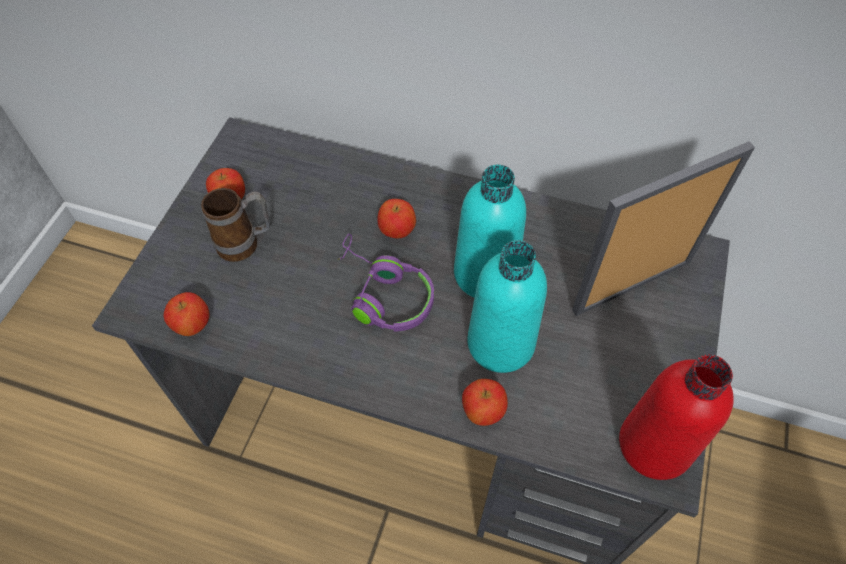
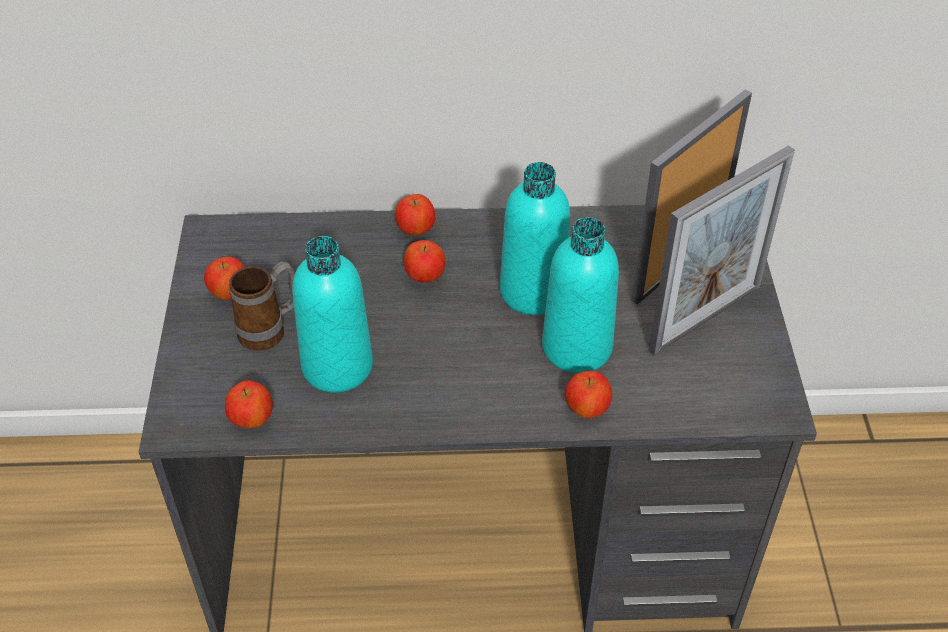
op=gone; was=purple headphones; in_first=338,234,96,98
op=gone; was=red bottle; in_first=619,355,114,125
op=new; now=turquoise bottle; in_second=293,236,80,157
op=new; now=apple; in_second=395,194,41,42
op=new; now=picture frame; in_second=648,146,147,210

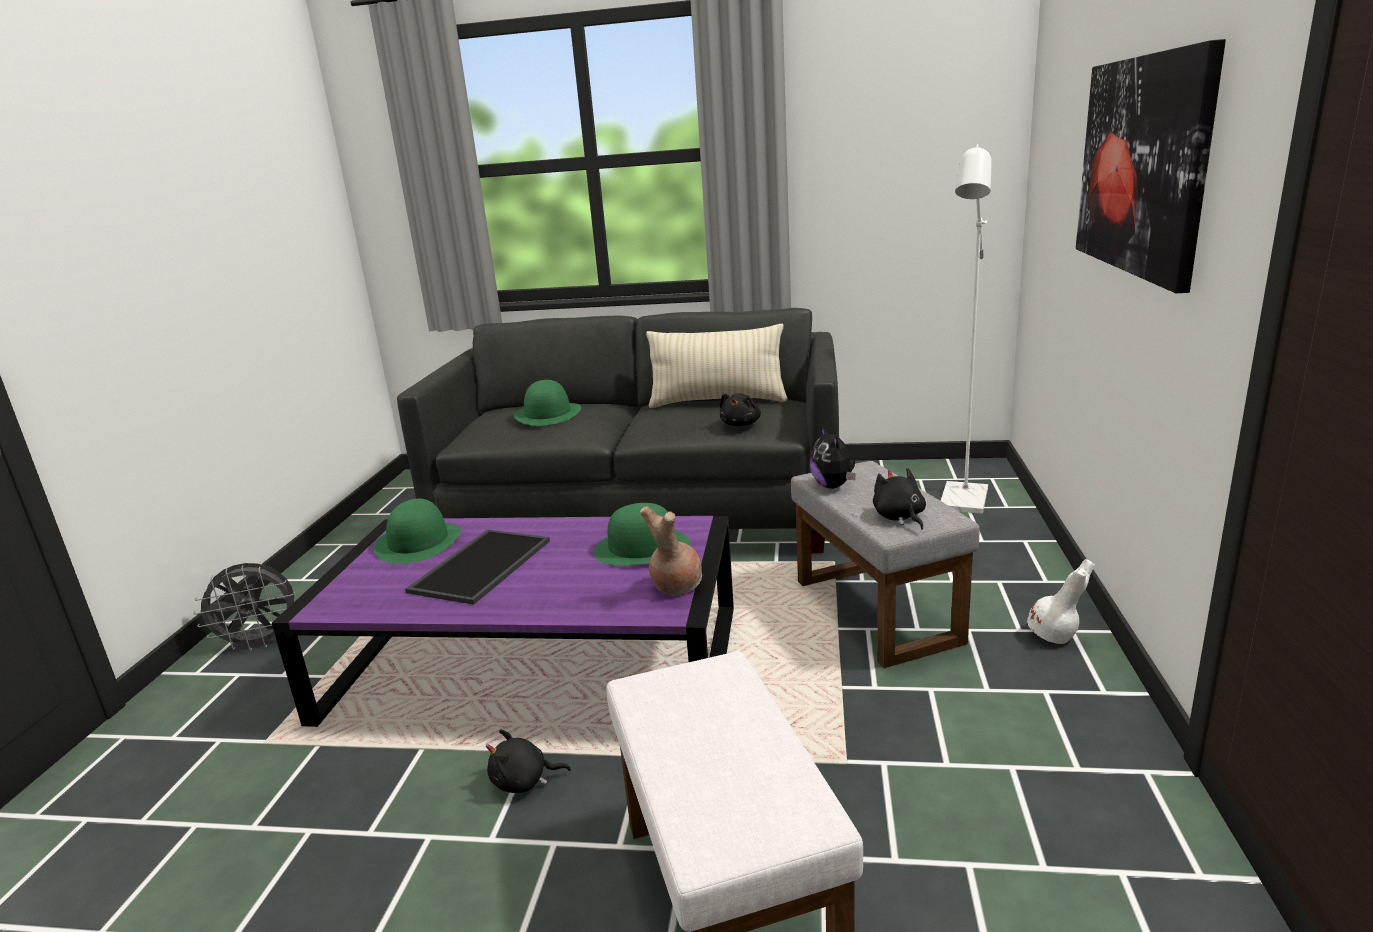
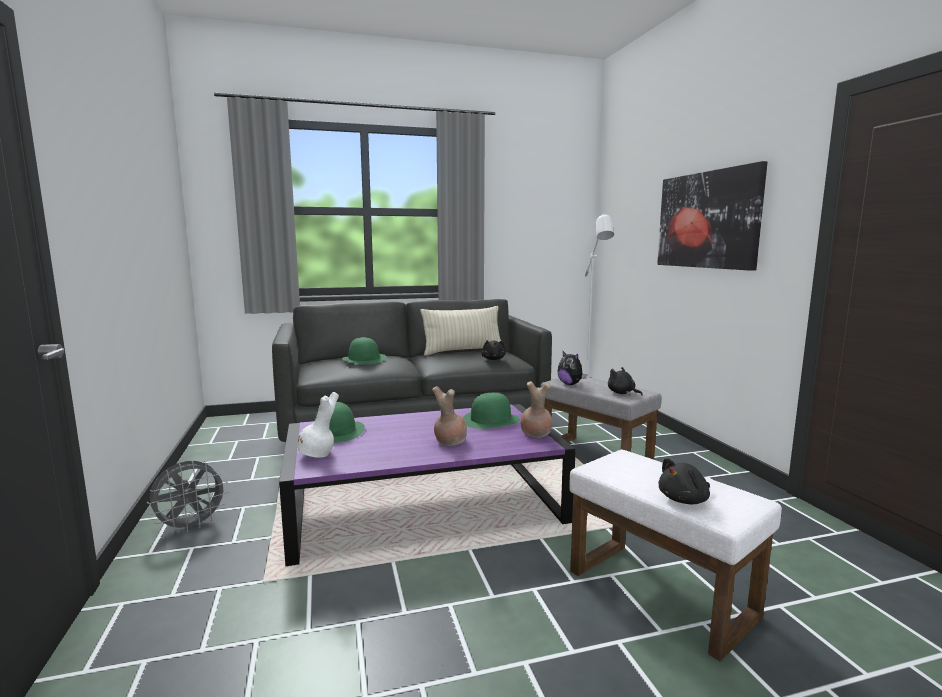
op=gone; was=tray; in_first=405,529,145,76
op=shifted; was=black plush toy; in_first=486,729,85,64; in_second=659,458,51,46
op=shifted; was=white vase; in_first=1027,559,68,85; in_second=297,392,42,66
op=new; now=brown vase; in_second=432,386,35,60

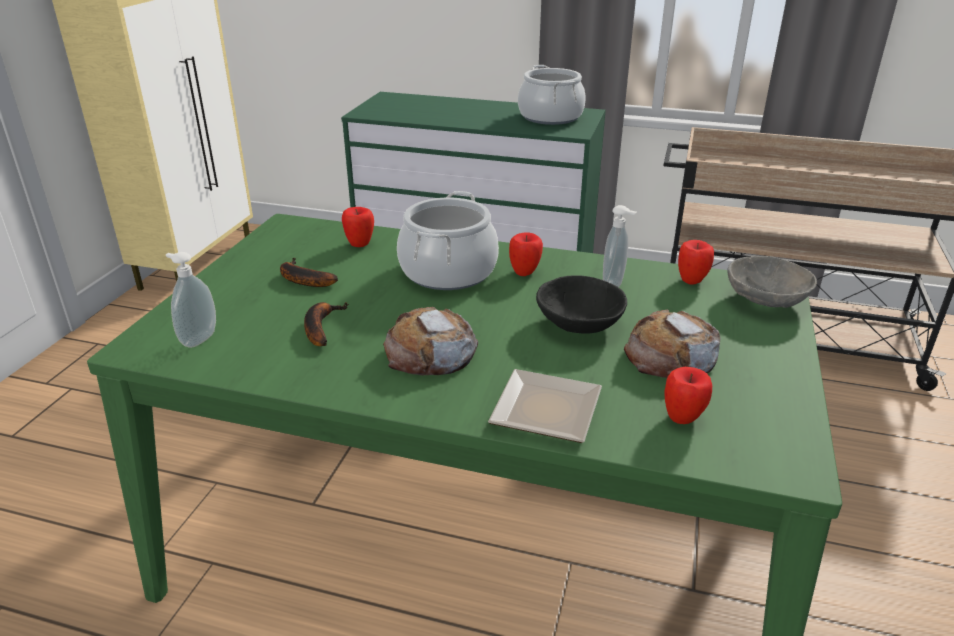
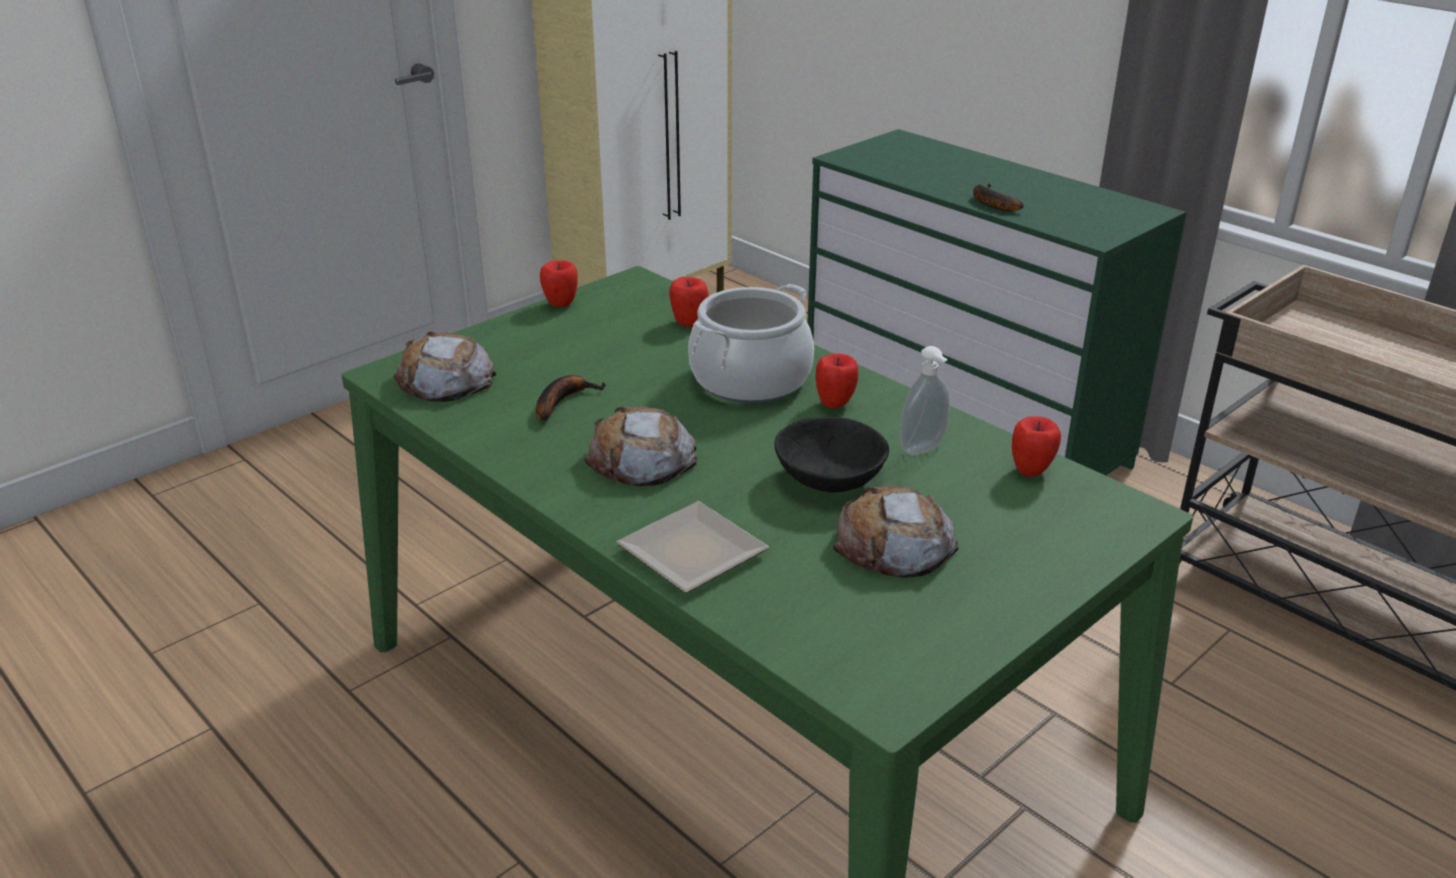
op=swapped; was=soap dispenser; now=bread; in_first=166,252,50,96; in_second=394,332,102,70
op=shifted; was=banana; in_first=280,258,58,29; in_second=973,184,50,27
op=gone; was=cooking pot; in_first=518,65,68,60
op=shifted; was=apple; in_first=664,367,48,57; in_second=540,260,38,47
op=gone; was=grey bowl; in_first=727,256,90,52

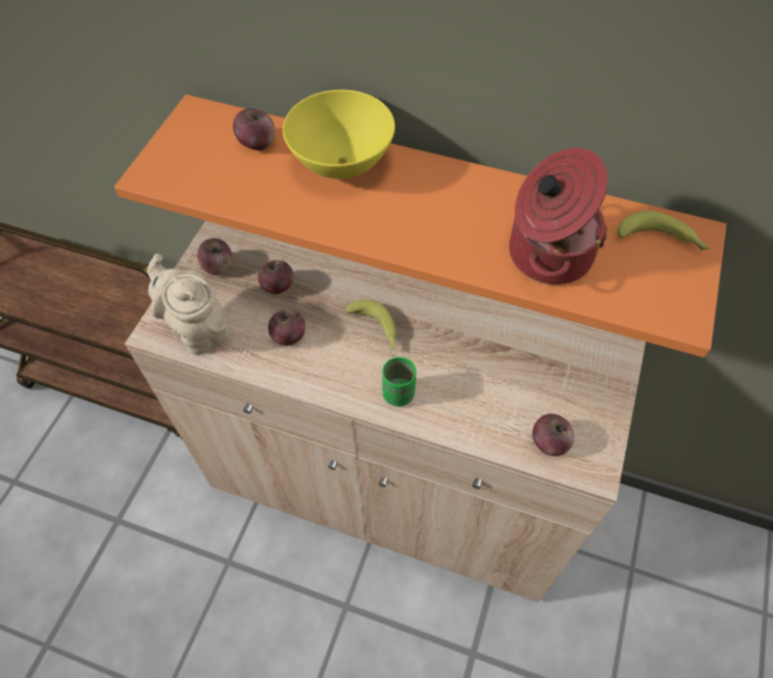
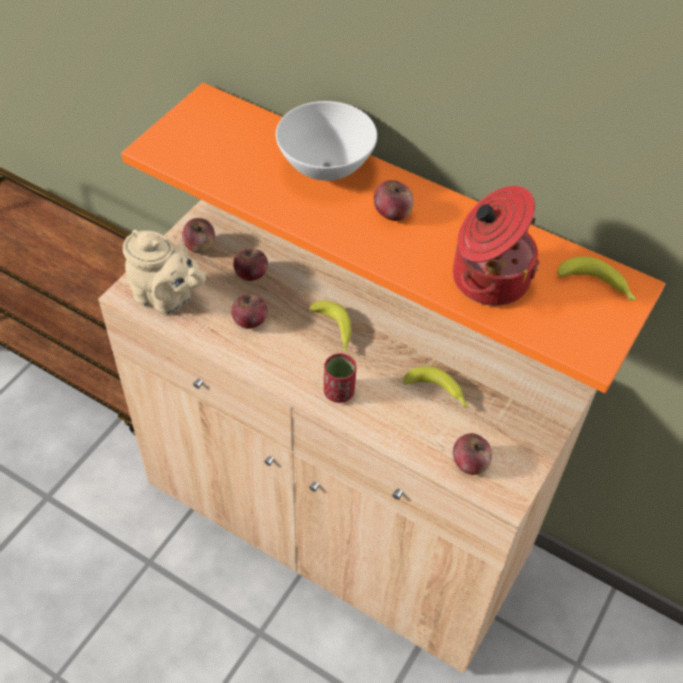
op=rotated; was=beige teapot; in_first=147,254,82,101; in_second=123,230,83,84; clockwise=150
op=shifted; was=apple; in_first=233,108,42,42; in_second=374,180,40,41
op=repainted; was=yellow bowl; now=white bowl; in_first=283,90,112,89; in_second=276,101,101,80
op=repainted; was=green cup; now=red cup; in_first=382,357,34,50; in_second=324,353,32,50
op=new; now=banana; in_second=403,366,66,42

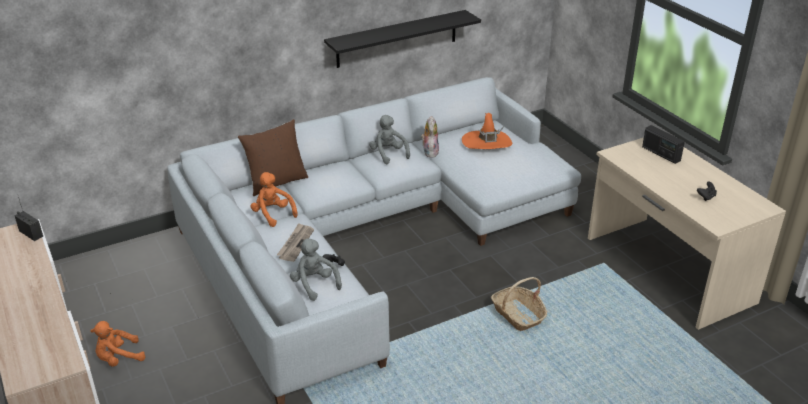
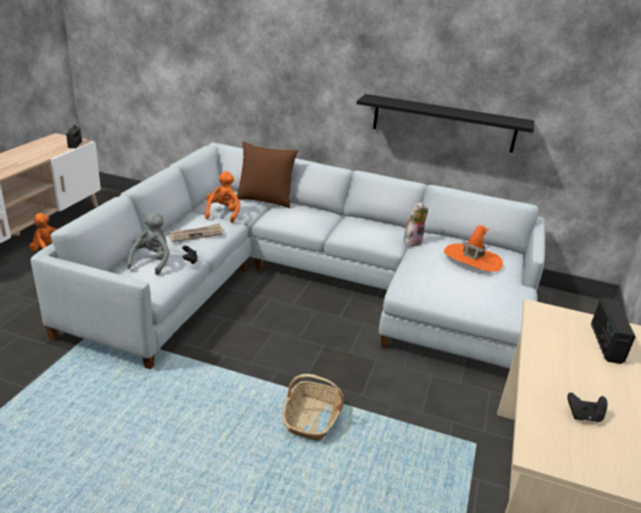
op=gone; was=grey plush toy; in_first=369,115,41,49

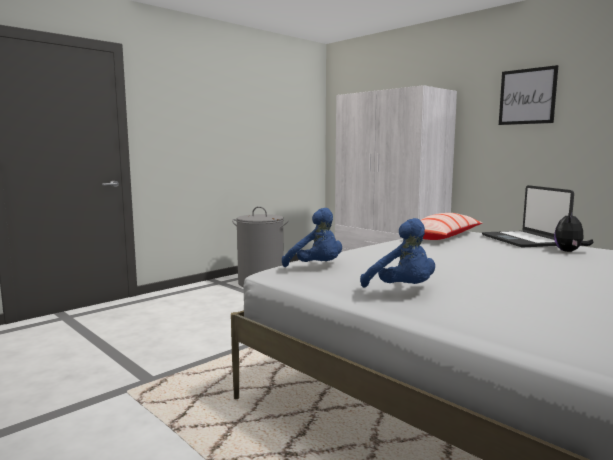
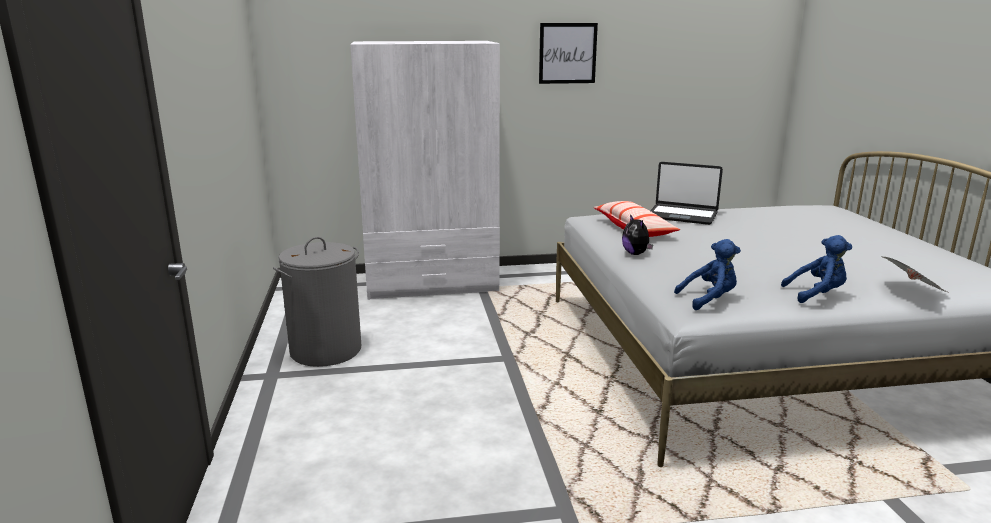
op=shifted; was=plush toy; in_first=554,212,39,40; in_second=622,214,31,41
op=new; now=newspaper; in_second=880,256,70,37

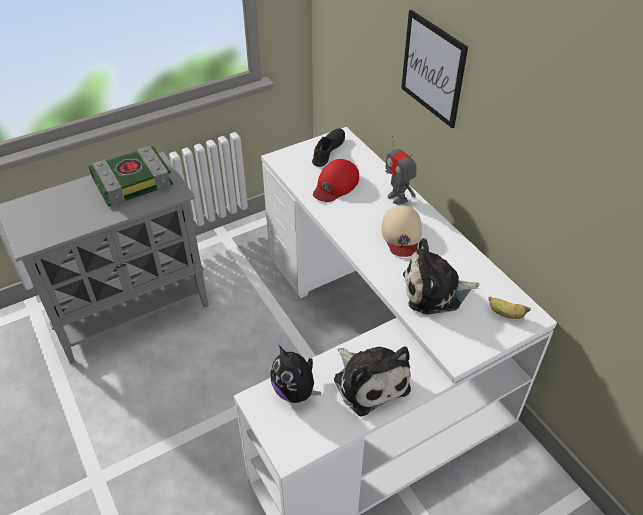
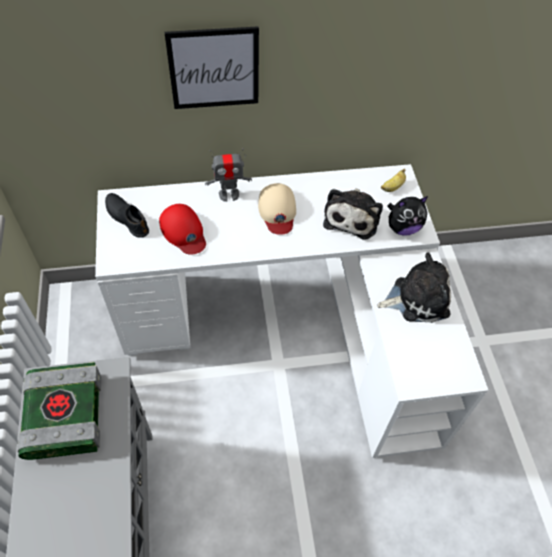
op=shifted; was=plush toy; in_first=270,345,51,58; in_second=388,196,40,40
op=rotated; was=beige cap; in_first=381,205,41,52; in_second=258,183,38,52; clockwise=60

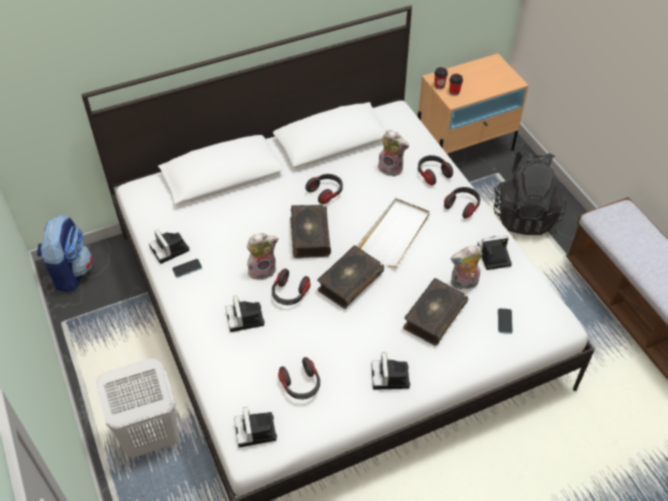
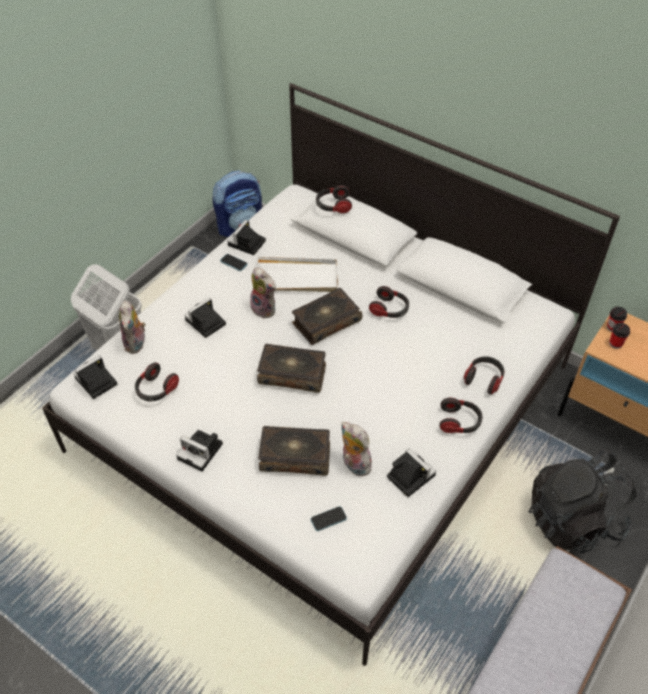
op=shifted; was=headphones; in_first=272,269,39,36; in_second=316,185,36,28
op=shifted; was=white tray; in_first=357,198,73,69; in_second=257,257,81,35
op=rotated; was=photo camera; in_first=372,352,38,38; in_second=176,430,47,42; clockwise=-120
op=shifted; was=plush toy; in_first=378,130,31,47; in_second=119,300,27,54

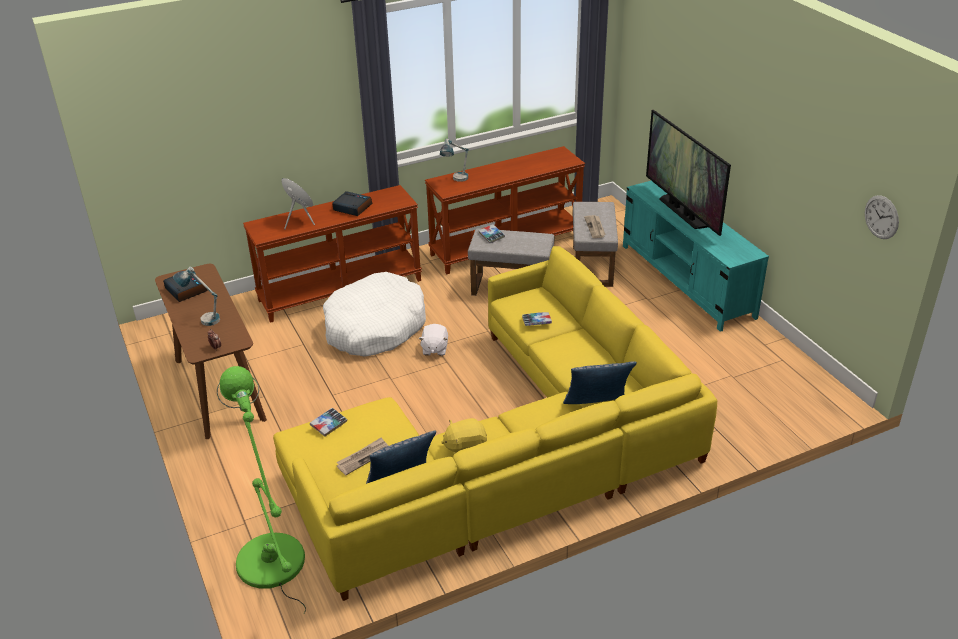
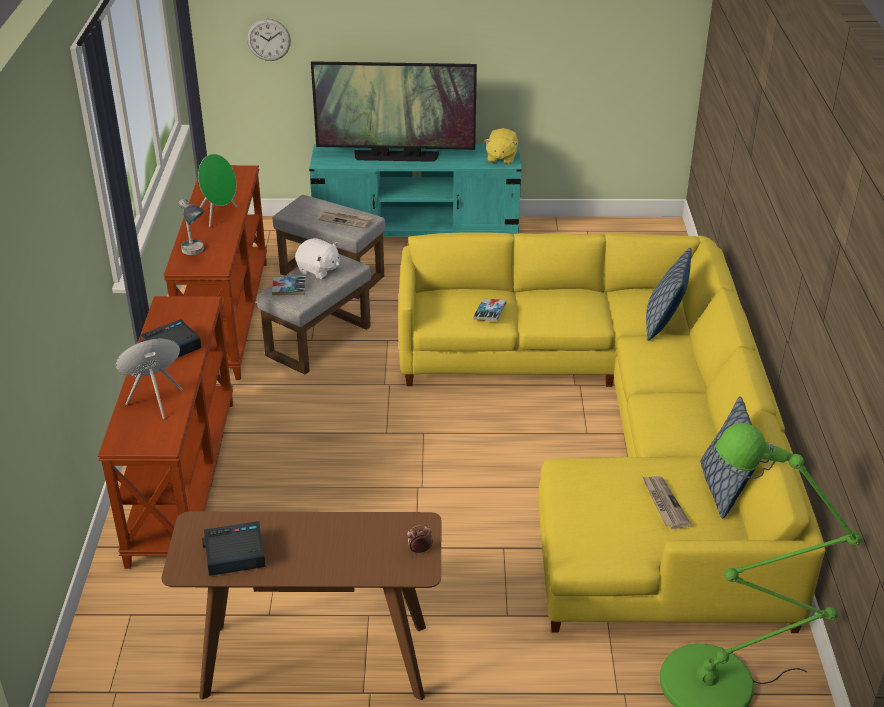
op=gone; was=table lamp; in_first=173,267,47,59
op=gone; was=book; in_first=310,408,37,29
op=gone; was=white dog bed; in_first=323,272,103,84
op=shifted; was=white plush toy; in_first=419,324,29,32; in_second=295,238,45,41
op=shifted; was=yellow plush toy; in_first=441,418,46,36; in_second=484,128,34,36
op=shifted; was=wall clock; in_first=865,195,34,44; in_second=247,18,44,43
op=new; now=green speaker; in_second=198,154,40,73

